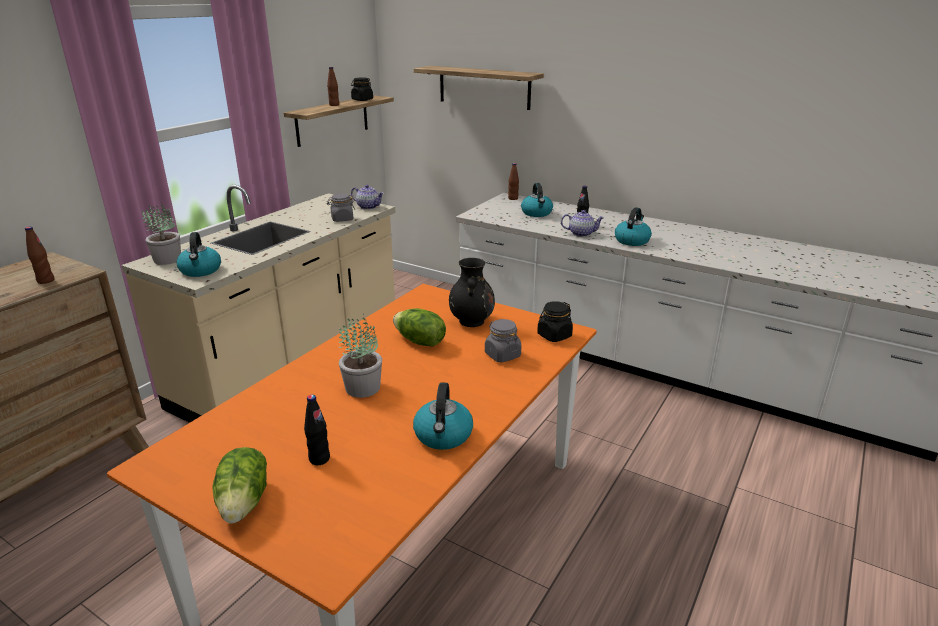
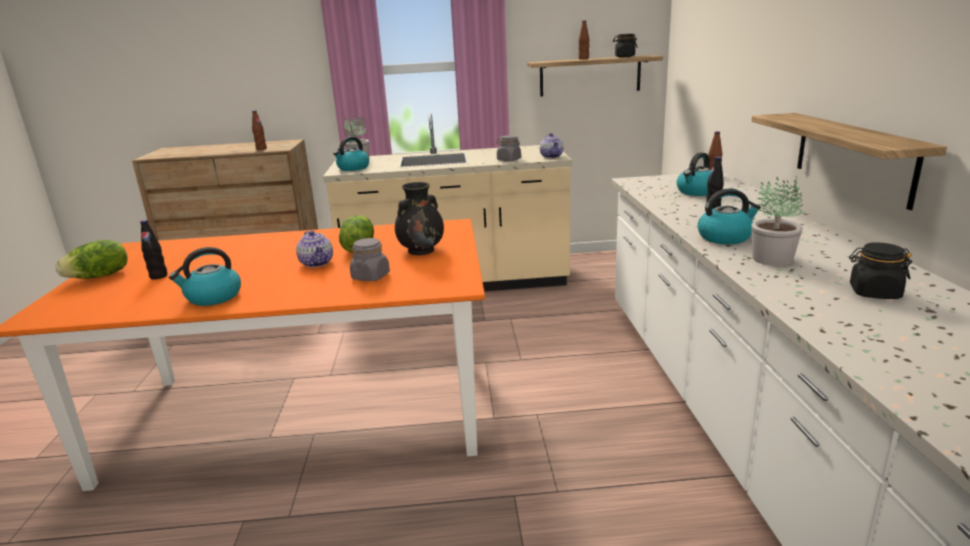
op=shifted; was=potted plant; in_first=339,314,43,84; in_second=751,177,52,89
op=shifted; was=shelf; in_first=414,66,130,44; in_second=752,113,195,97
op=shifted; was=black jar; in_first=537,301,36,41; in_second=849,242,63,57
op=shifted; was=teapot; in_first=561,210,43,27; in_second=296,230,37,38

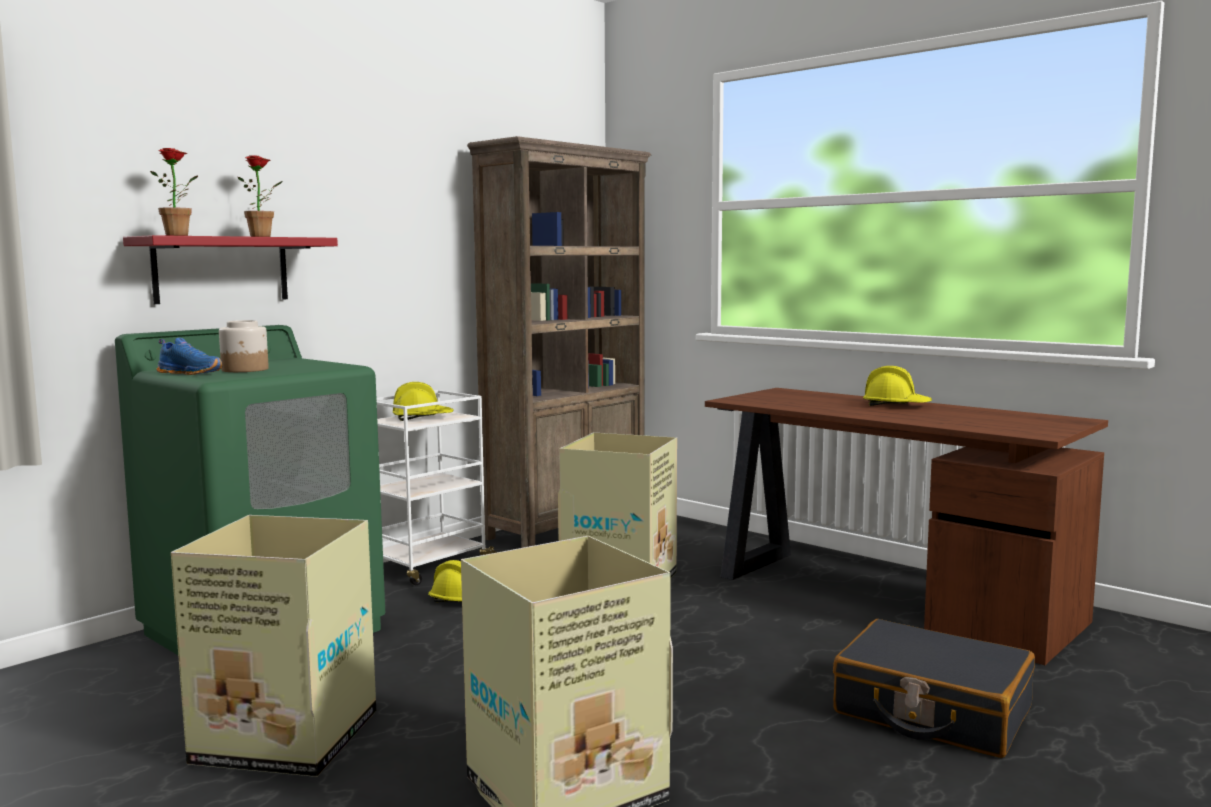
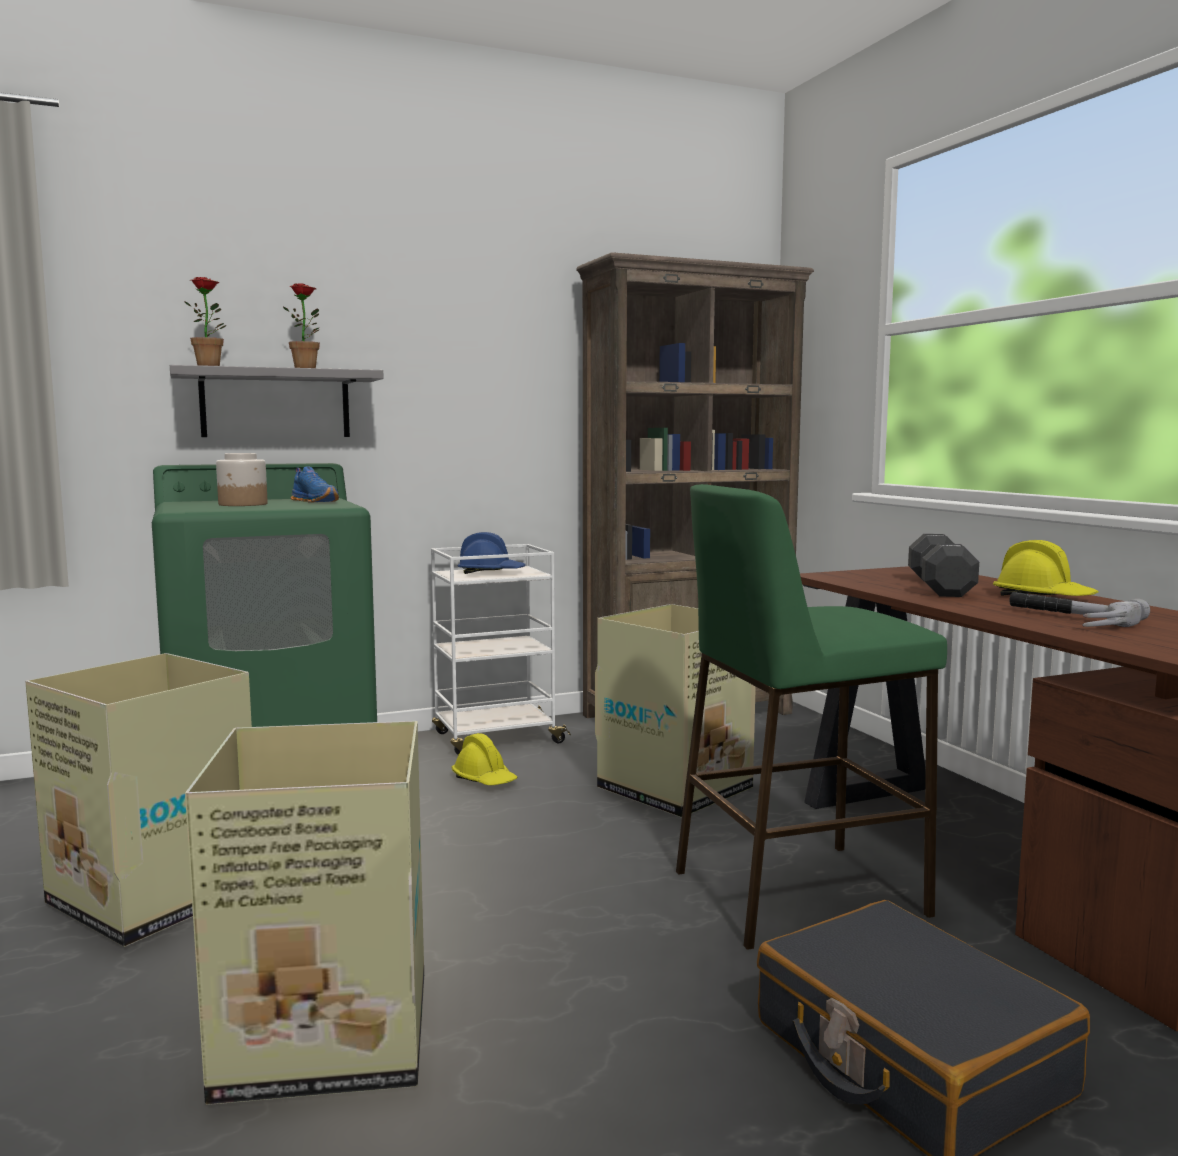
op=repainted; was=red shelf; now=grey shelf; in_first=123,235,215,69; in_second=170,365,214,72
op=shifted; was=blue shoe; in_first=157,338,66,37; in_second=291,466,48,37
op=repainted; was=yellow hard hat; now=blue hard hat; in_first=393,382,61,39; in_second=458,532,68,42
op=new; now=green stool; in_second=676,484,271,466
op=new; now=black dumbbell; in_second=908,534,71,63
op=new; now=hammer; in_second=1009,592,141,35

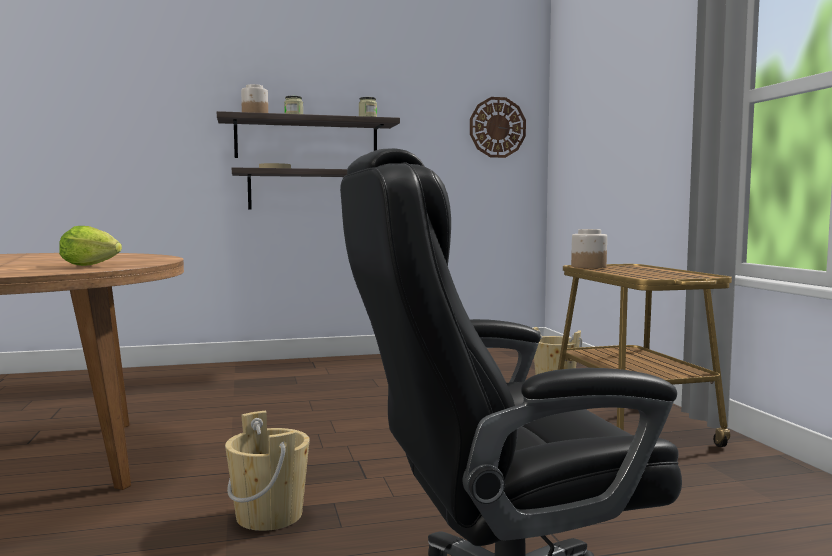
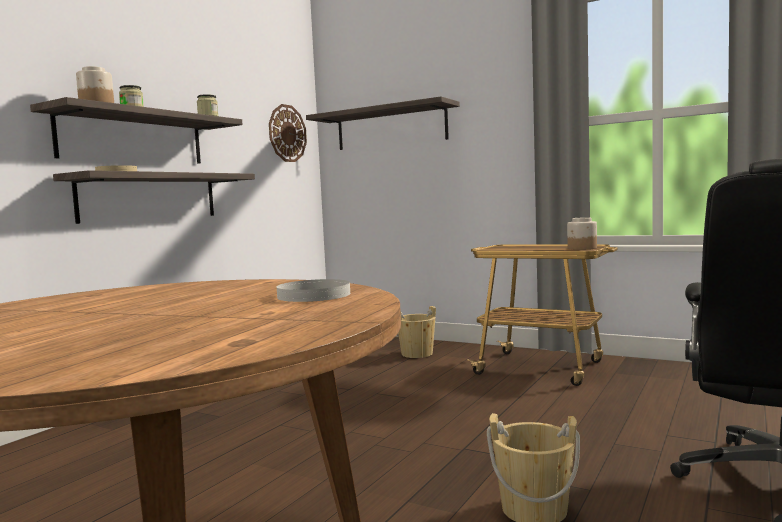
op=swapped; was=lettuce; now=white plate; in_first=59,226,63,40; in_second=277,279,73,23
op=shifted; was=jar; in_first=571,229,36,39; in_second=567,217,30,33
op=new; now=shelf; in_second=306,97,154,53

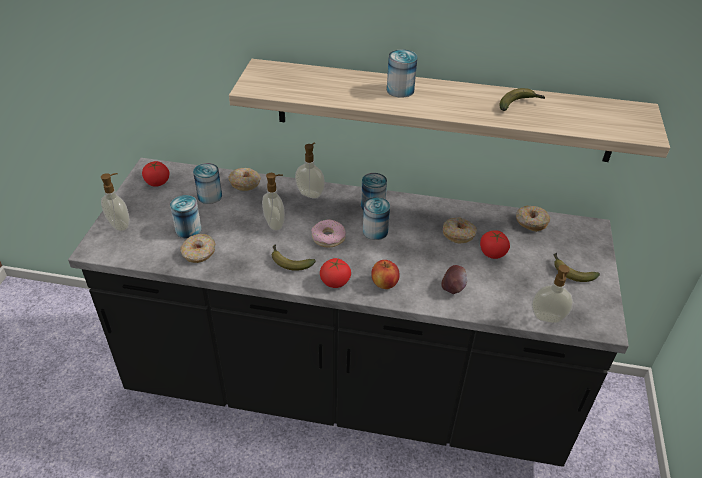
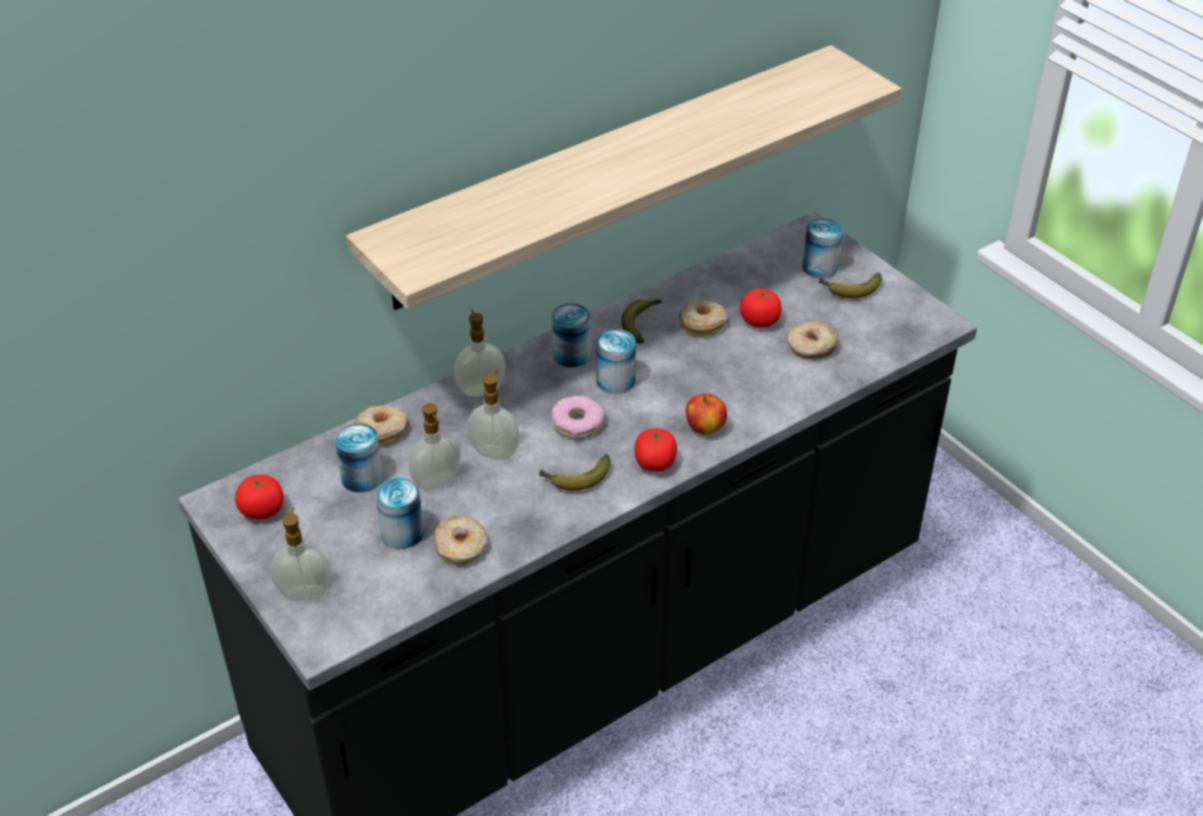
op=shifted; was=can; in_first=387,50,31,48; in_second=802,218,41,60
op=gone; was=apple; in_first=441,265,26,29
op=shifted; was=banana; in_first=500,88,45,23; in_second=621,299,41,44
op=shifted; was=donut; in_first=516,206,34,26; in_second=788,321,50,38
op=shifted; was=soap dispenser; in_first=532,265,41,58; in_second=409,403,52,88

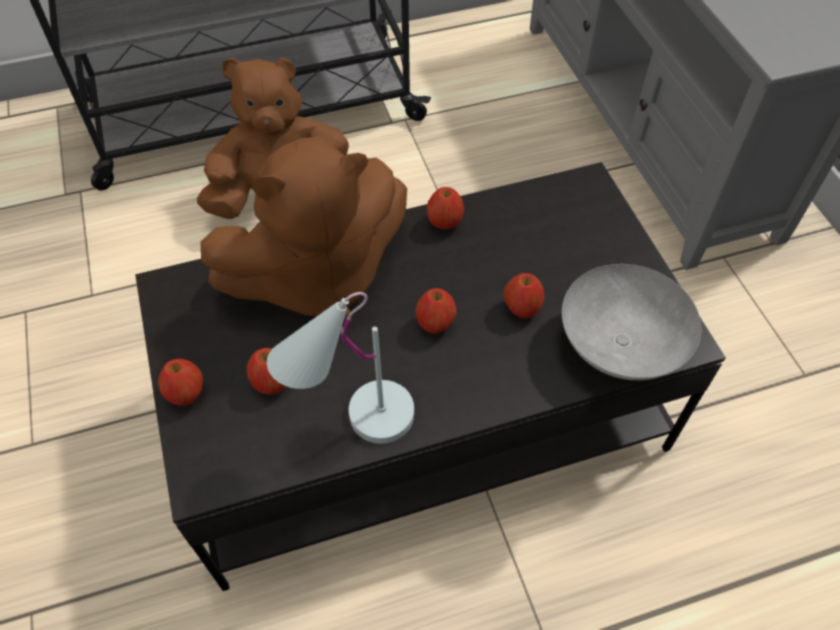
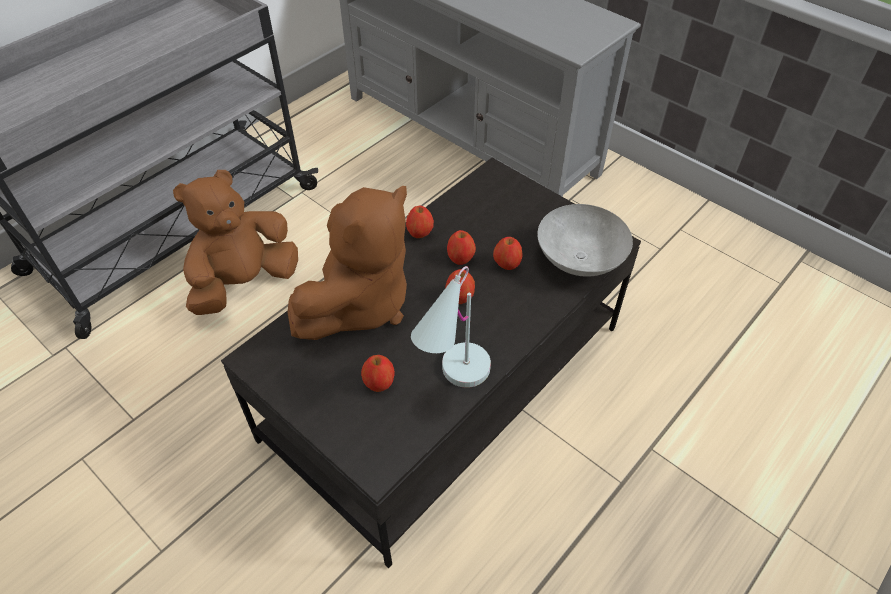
op=shifted; was=apple; in_first=158,359,45,47; in_second=447,230,29,35

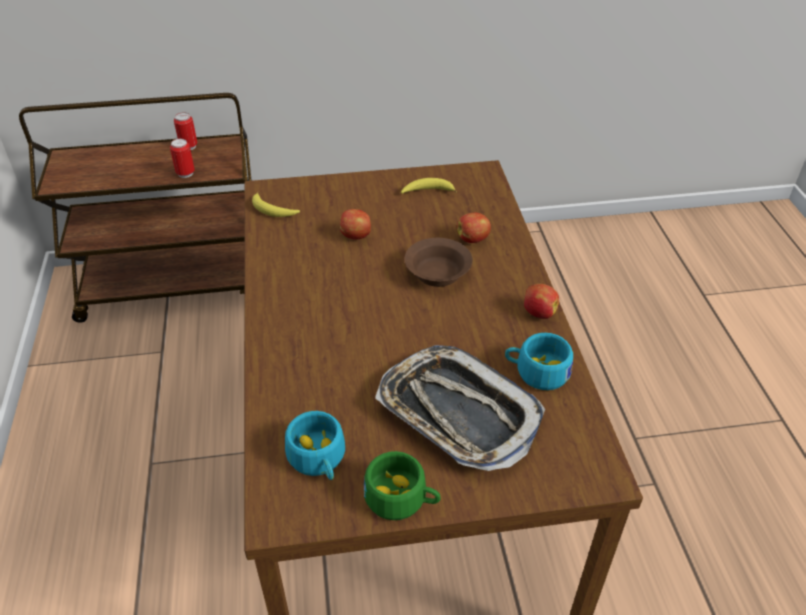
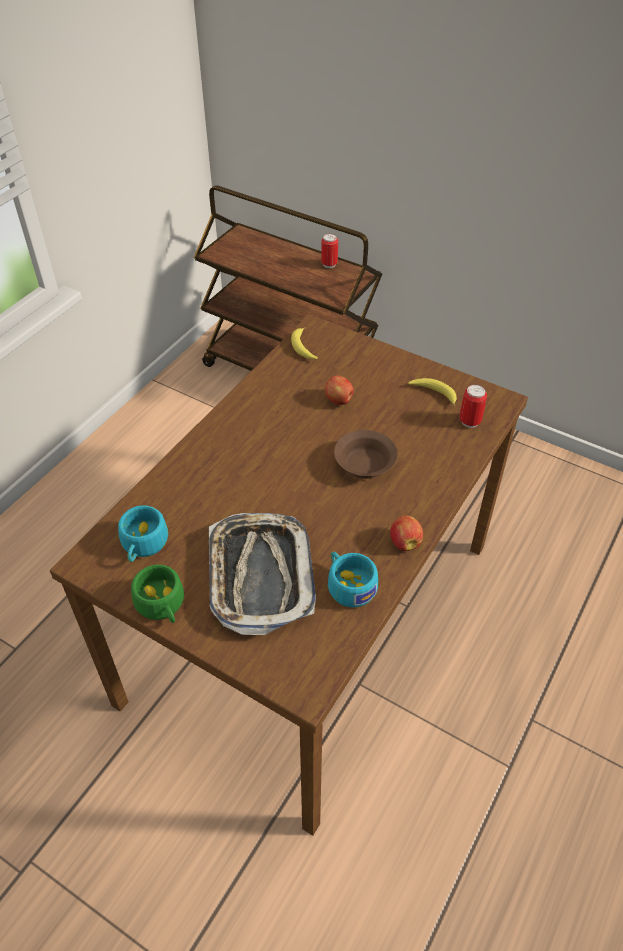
op=shifted; was=can; in_first=170,139,25,39; in_second=460,384,27,44
op=gone; was=apple; in_first=457,213,34,30

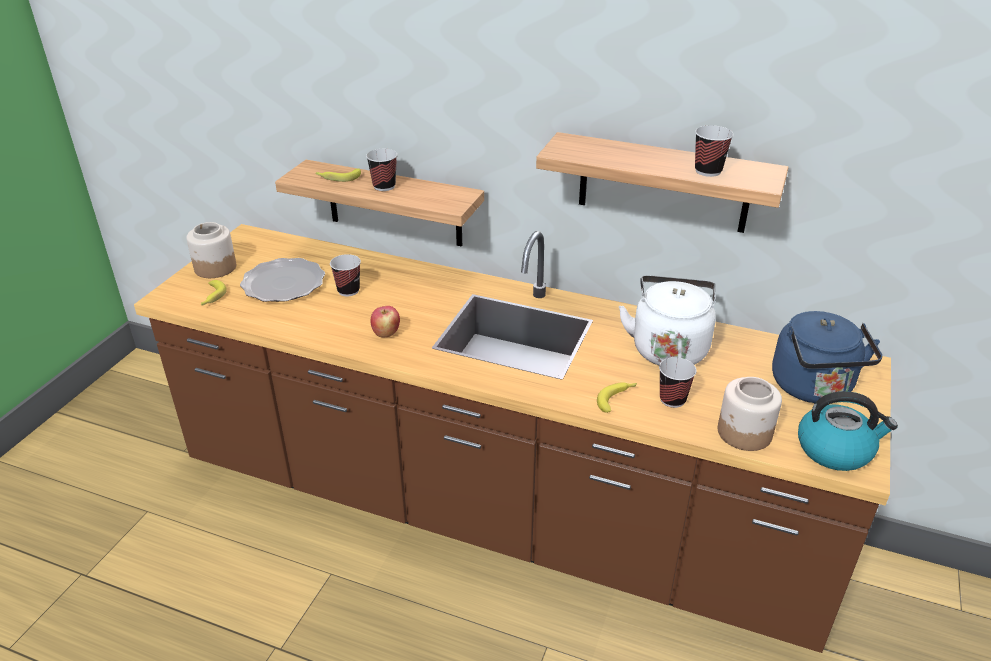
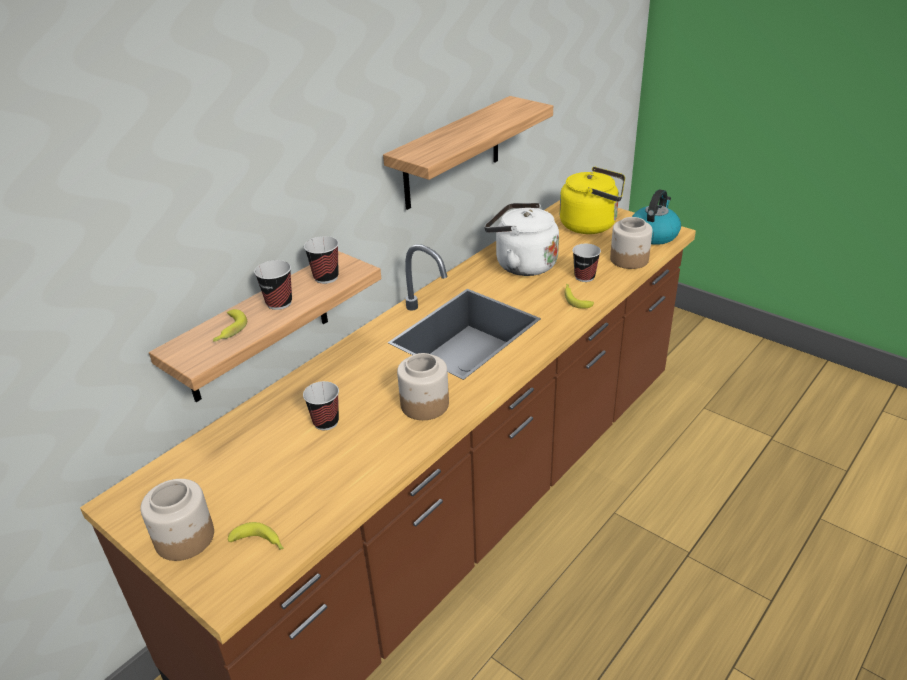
op=gone; was=plate; in_first=240,258,85,44
op=swapped; was=apple; now=jar; in_first=371,306,29,31; in_second=397,353,52,67
op=shifted; was=cup; in_first=695,125,39,52; in_second=304,236,35,48
op=repainted; was=blue kettle; now=yellow kettle; in_first=772,311,110,92; in_second=559,167,66,67

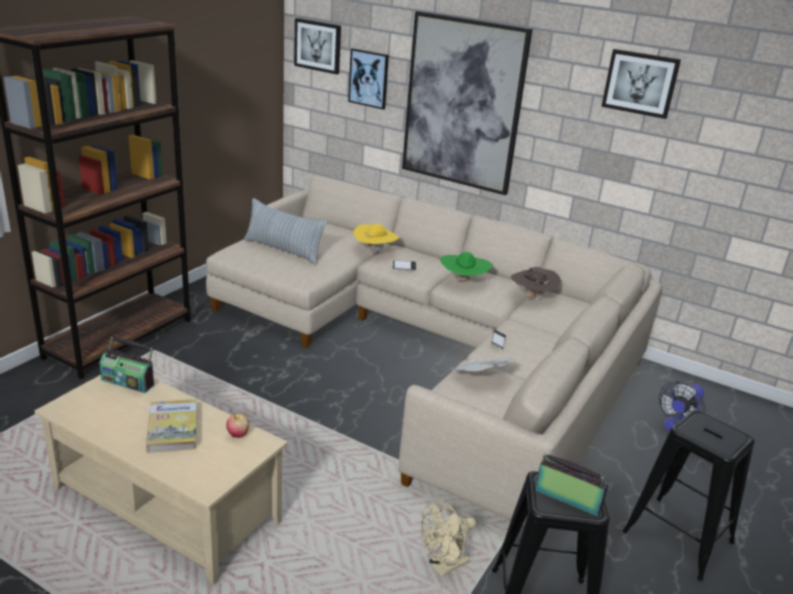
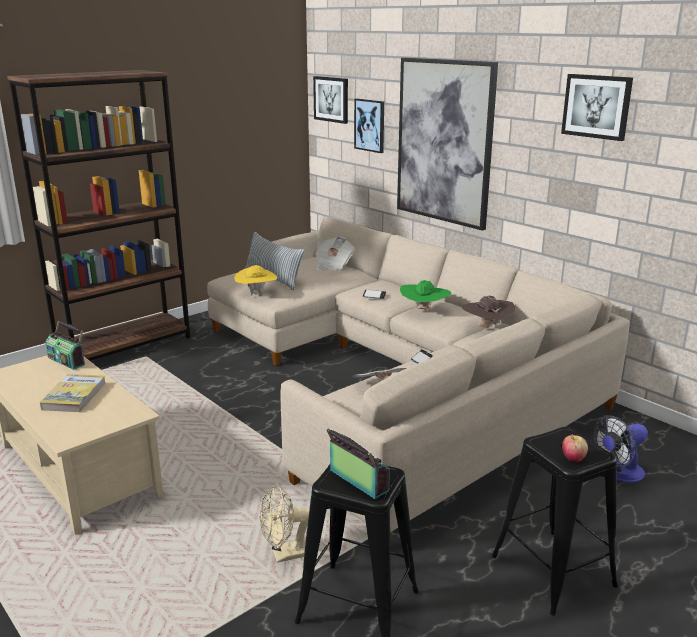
op=shifted; was=apple; in_first=226,414,23,24; in_second=562,434,26,28
op=shifted; was=yellow hat; in_first=353,223,46,32; in_second=235,265,42,31
op=new; now=newspaper; in_second=315,237,40,34

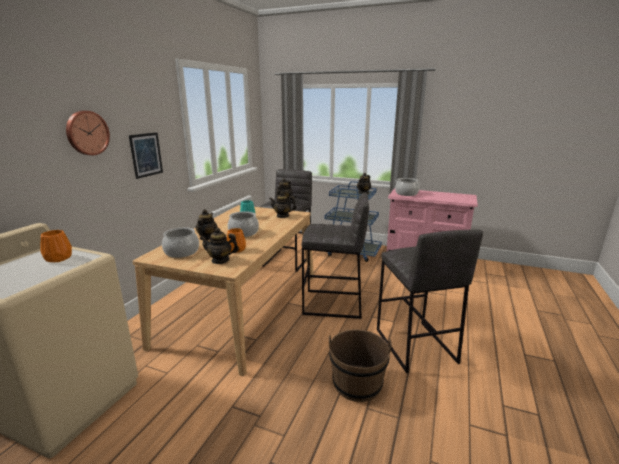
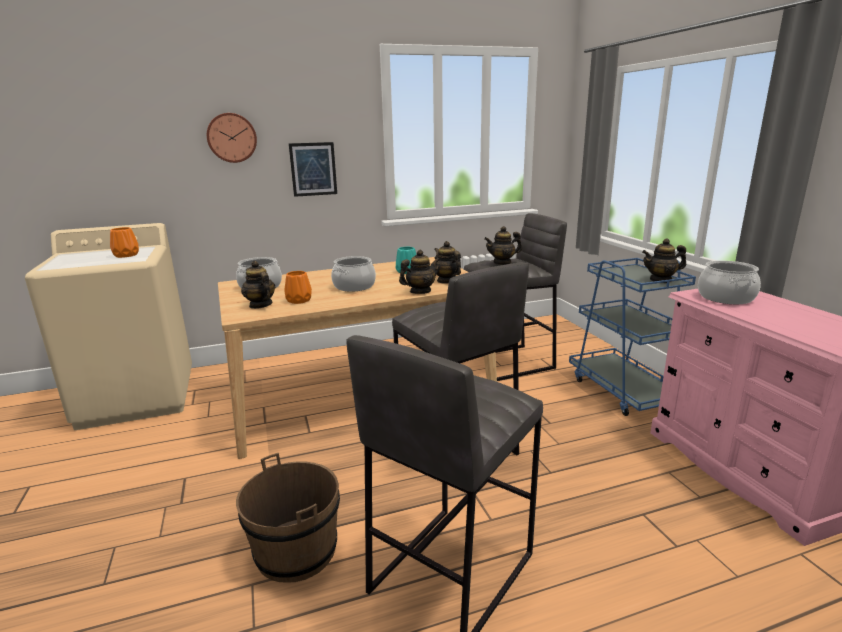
op=shifted; was=teapot; in_first=196,209,22,31; in_second=399,250,41,44

